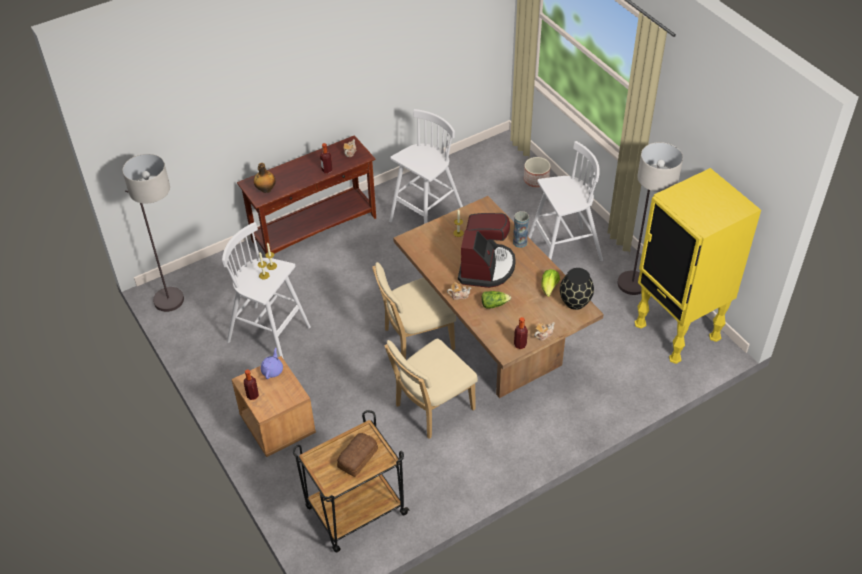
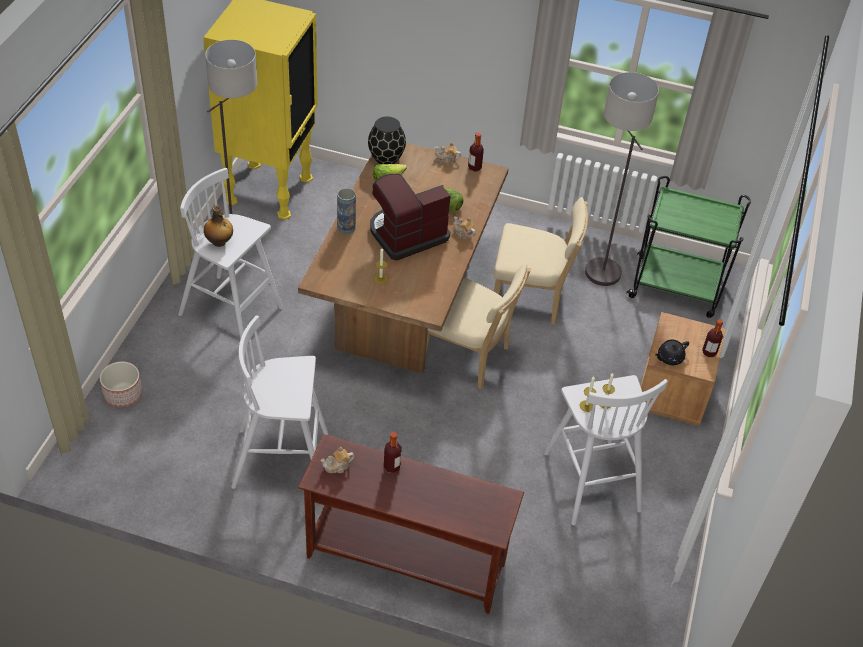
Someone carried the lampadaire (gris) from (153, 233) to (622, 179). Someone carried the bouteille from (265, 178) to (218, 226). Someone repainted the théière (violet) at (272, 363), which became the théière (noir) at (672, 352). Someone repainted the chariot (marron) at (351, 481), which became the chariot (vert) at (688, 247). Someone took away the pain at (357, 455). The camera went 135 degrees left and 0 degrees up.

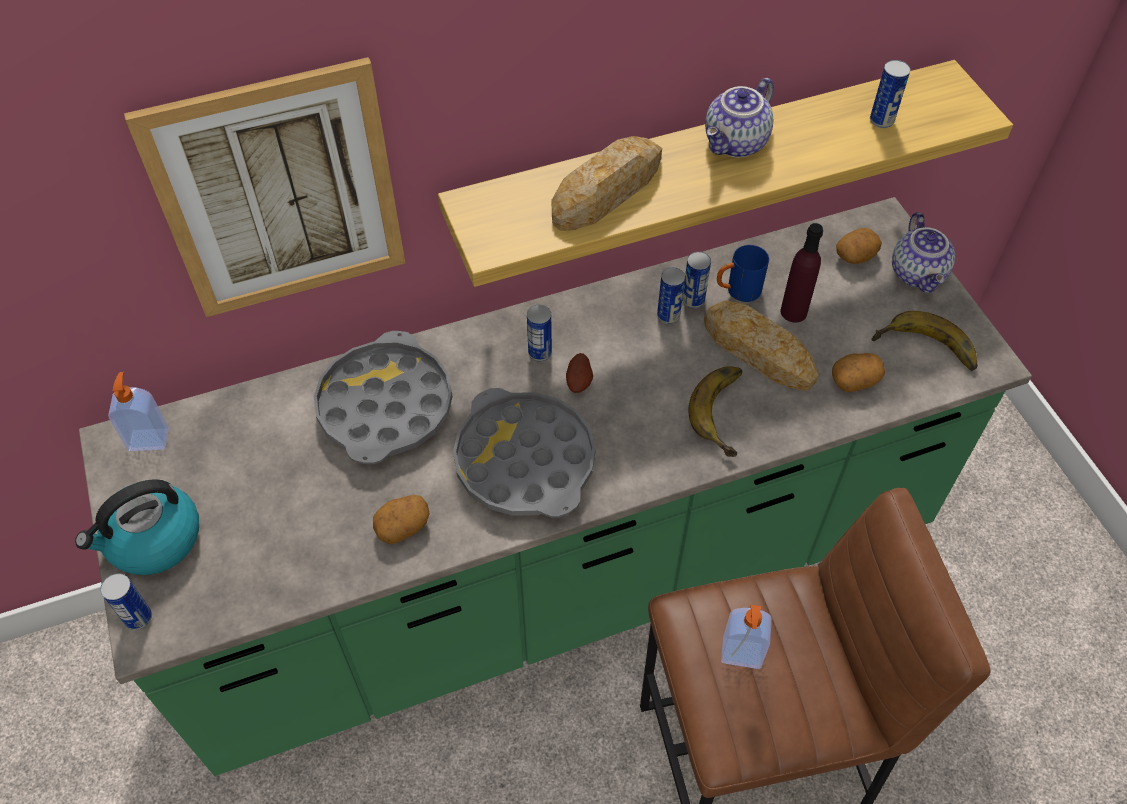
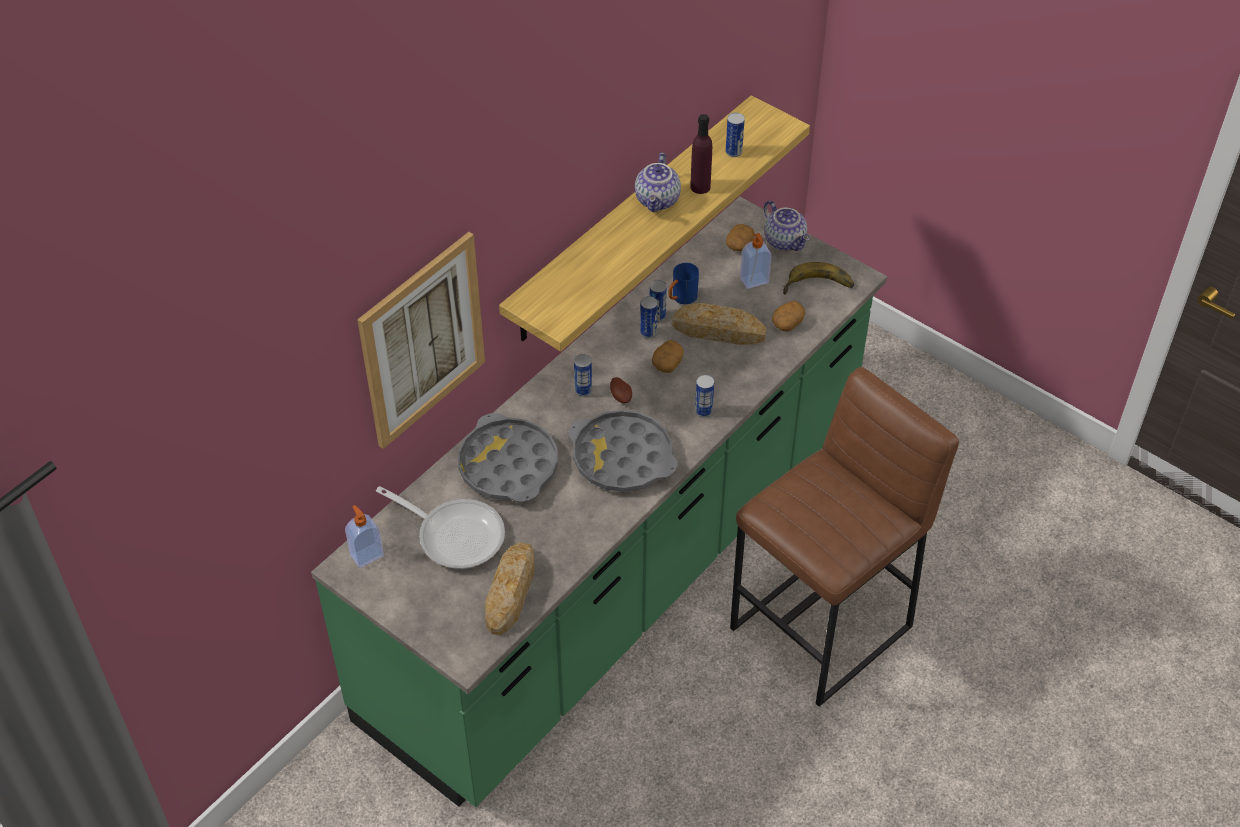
Someone carried the pain from (607, 183) to (510, 589). Someone carried the bouteille (violet) from (802, 273) to (701, 154). Someone took away the banane at (715, 411). Someone took away the bouilloire at (137, 527). Someone carried the pomme de terre from (401, 519) to (668, 356). Someone carried the boîte métallique from (126, 601) to (704, 396). Someone carried the distributeur de savon from (746, 637) to (755, 261). Someone put down the poêle at (440, 527). The camera went 30 degrees left and 5 degrees down.

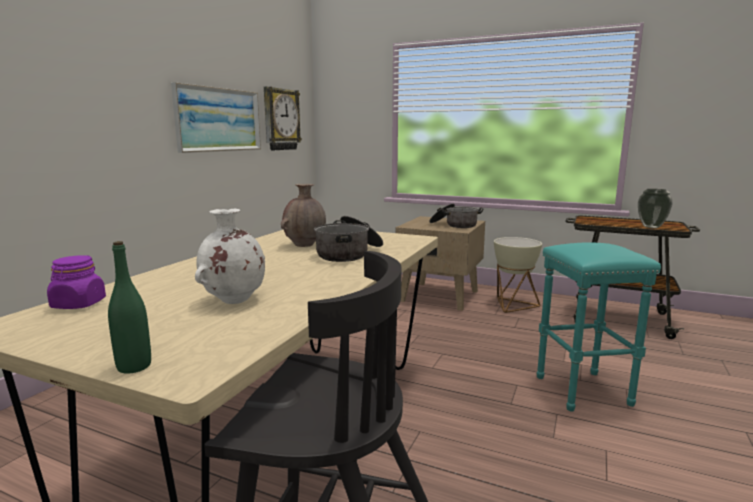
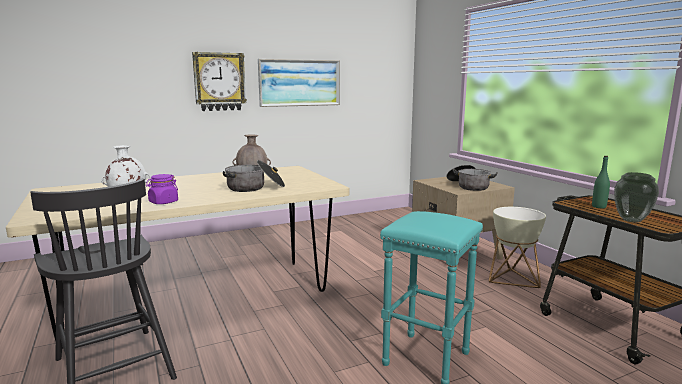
Someone carried the horloge murale from (283, 119) to (219, 81). Someone carried the bouteille (vert) from (129, 307) to (601, 182). Someone carried the bocal (violet) from (76, 282) to (162, 189). The camera went 40 degrees right and 0 degrees up.

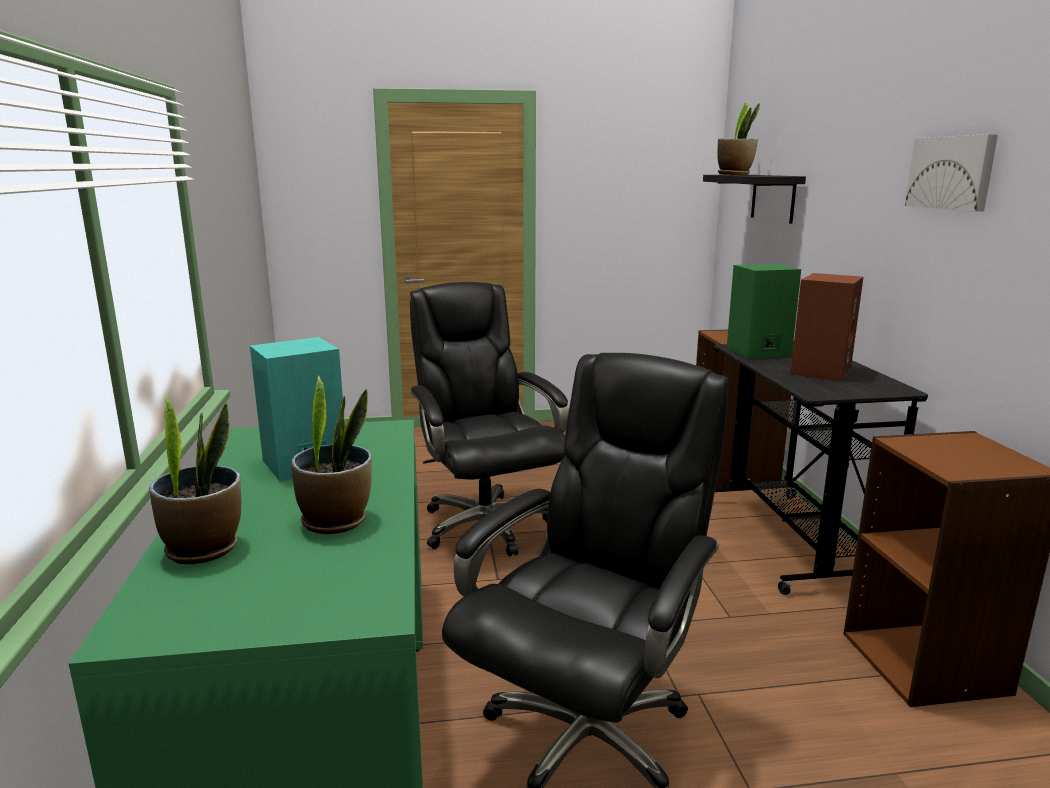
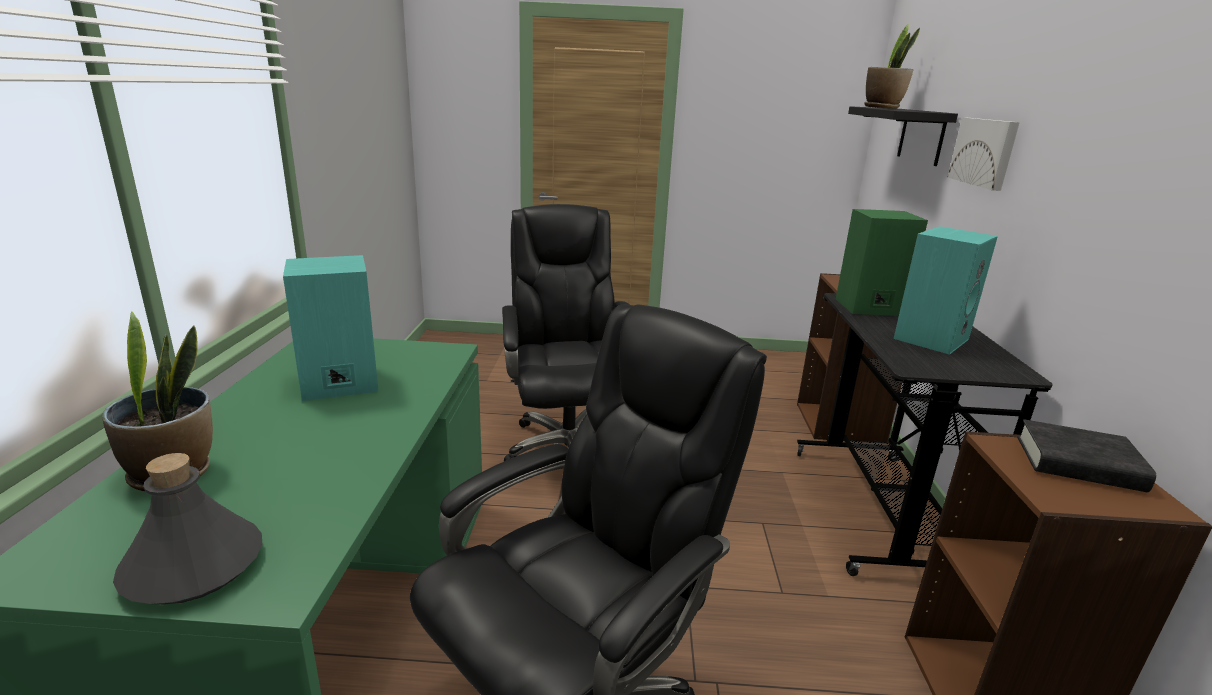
Someone carried the tableau from (951, 173) to (983, 154). Someone repainted the enceinte (marron) at (826, 327), which became the enceinte (turquoise) at (946, 290). Someone took away the plante en pot at (331, 454). Someone put down the livre (noir) at (1086, 455). Someone put down the bouteille (gris) at (187, 528). The camera went 10 degrees right and 5 degrees up.

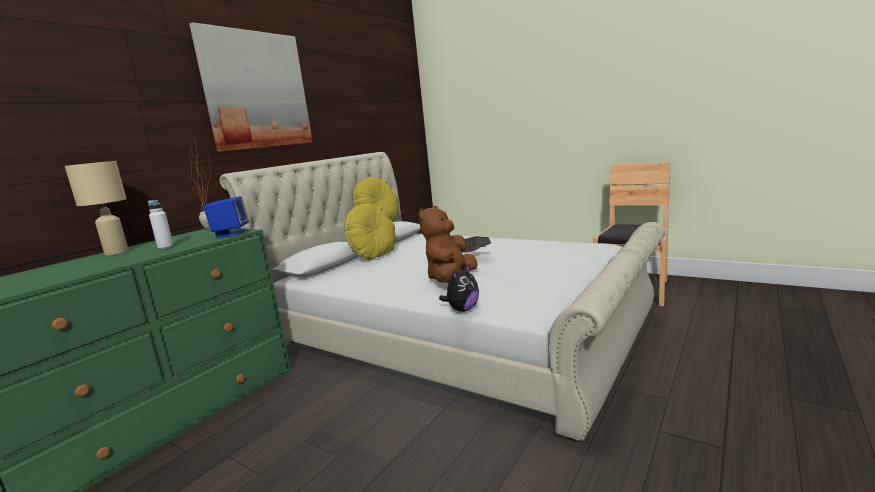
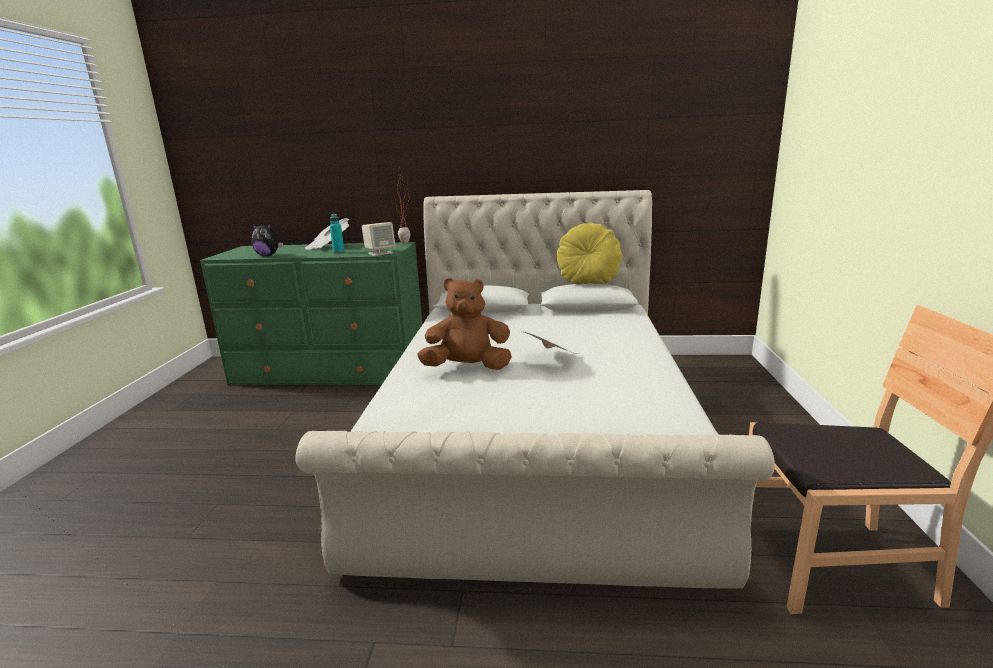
Someone took away the tableau at (251, 87). Someone swapped the lampe de table (beige) at (97, 208) for the journal at (327, 234). Someone repainted the enceinte (bleu) at (226, 217), which became the enceinte (beige) at (378, 239). Someone repainted the bouteille (blanc) at (161, 225), which became the bouteille (turquoise) at (337, 233). Someone took away the coussin (jaune) at (370, 232). Someone carried the peluche from (459, 288) to (267, 239). The camera went 60 degrees right and 5 degrees up.

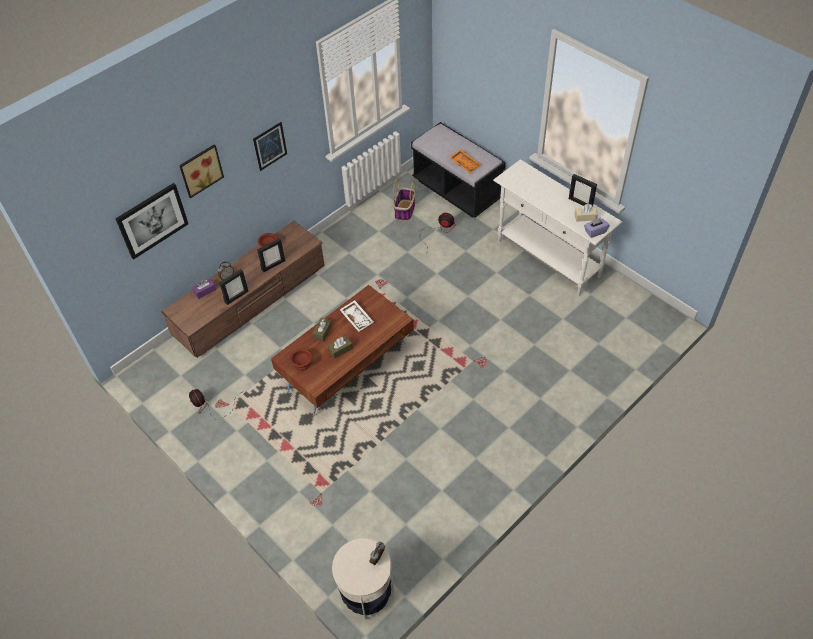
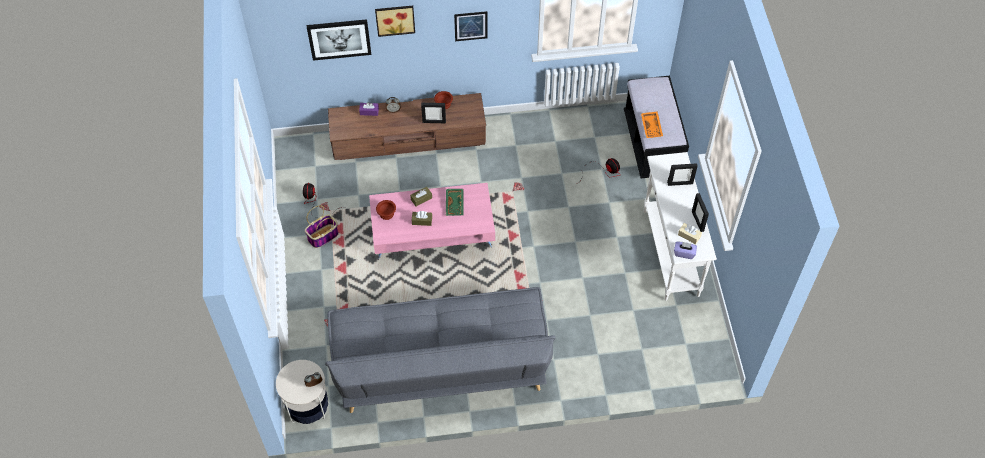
Someone carried the panier from (404, 199) to (322, 226). Someone carried the cadre photo from (234, 287) to (682, 174). Someone repainted the table basse (marron) at (342, 351), which became the table basse (rose) at (432, 221). Someone repainted the plateau (blanc) at (357, 316), which became the plateau (vert) at (454, 202). Someone put down the canapé (gris) at (440, 350). The camera went 35 degrees right and 5 degrees up.

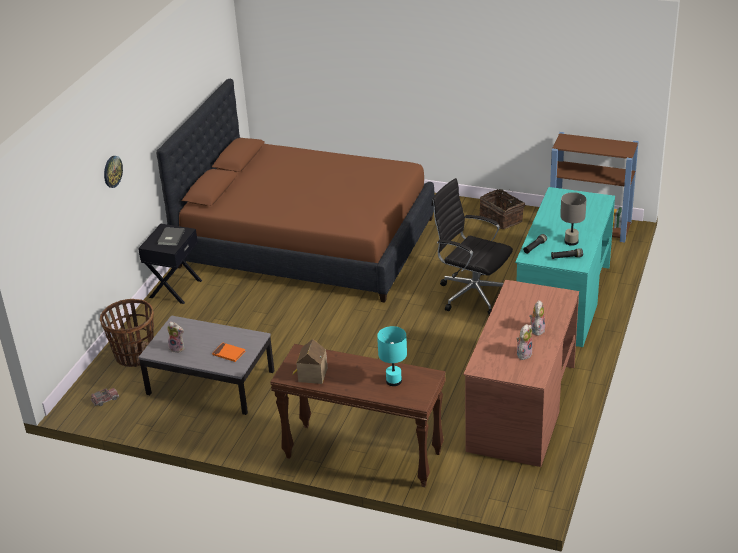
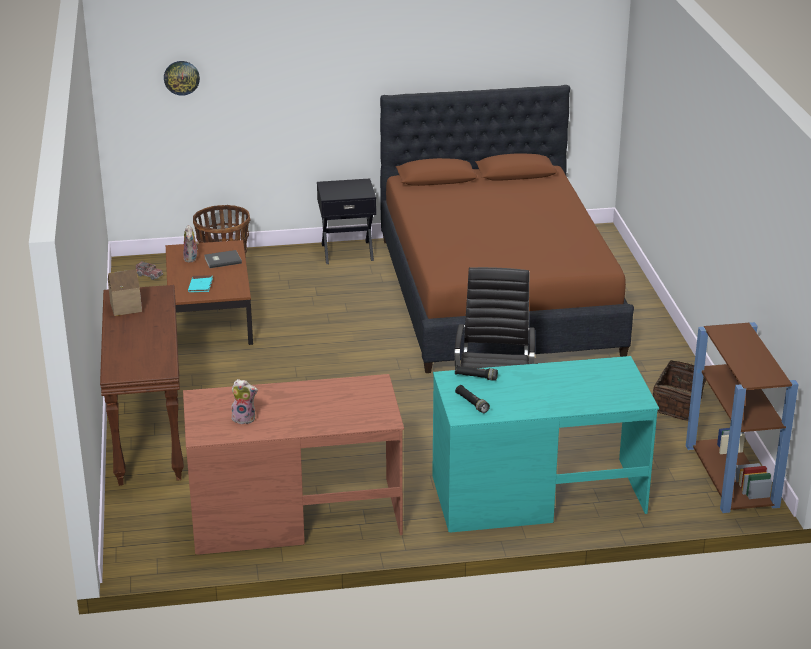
Someone carried the horloge murale from (113, 172) to (182, 78). Someone took away the lampe de table (gris) at (573, 219). Someone carried the livre (gris) from (171, 236) to (223, 259). Someone took away the peluche at (537, 318). Someone repainted the table basse (gris) at (206, 365), which became the table basse (marron) at (209, 292). Someone took away the lampe de table (turquoise) at (392, 356). Someone repainted the livre (orange) at (229, 352), which became the livre (turquoise) at (200, 283). The camera went 60 degrees right and 5 degrees down.

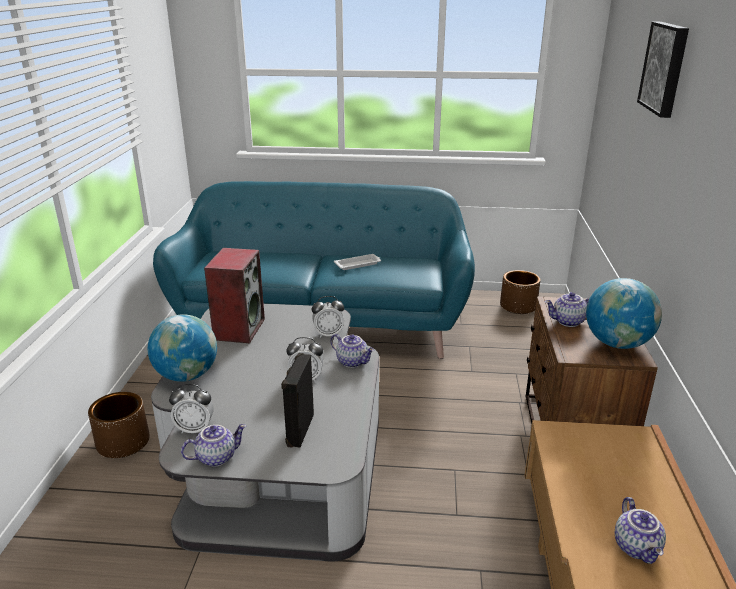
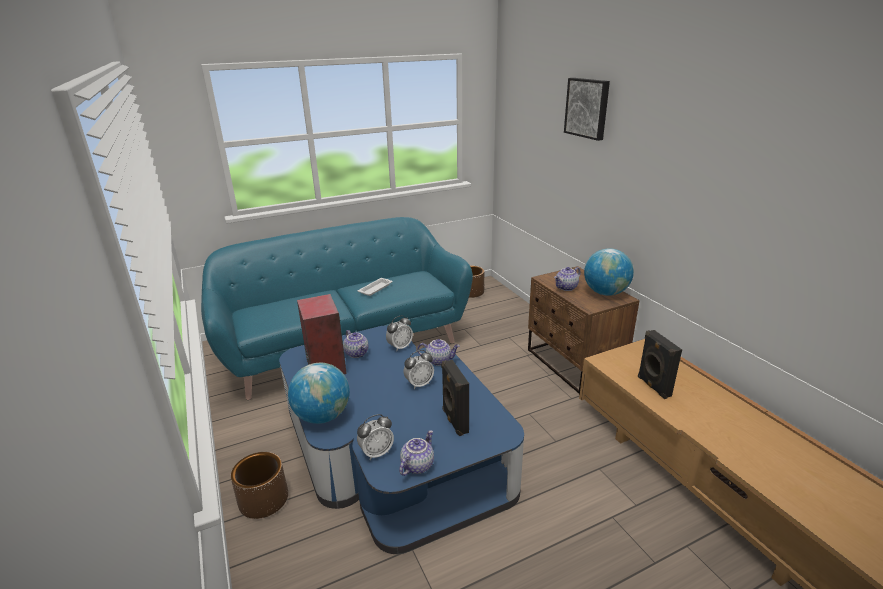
Someone repainted the table basse (gris) at (265, 433), which became the table basse (bleu) at (401, 439). Someone carried the théière from (640, 530) to (356, 344). Someone put down the enceinte (noir) at (660, 364). The camera went 30 degrees left and 0 degrees up.

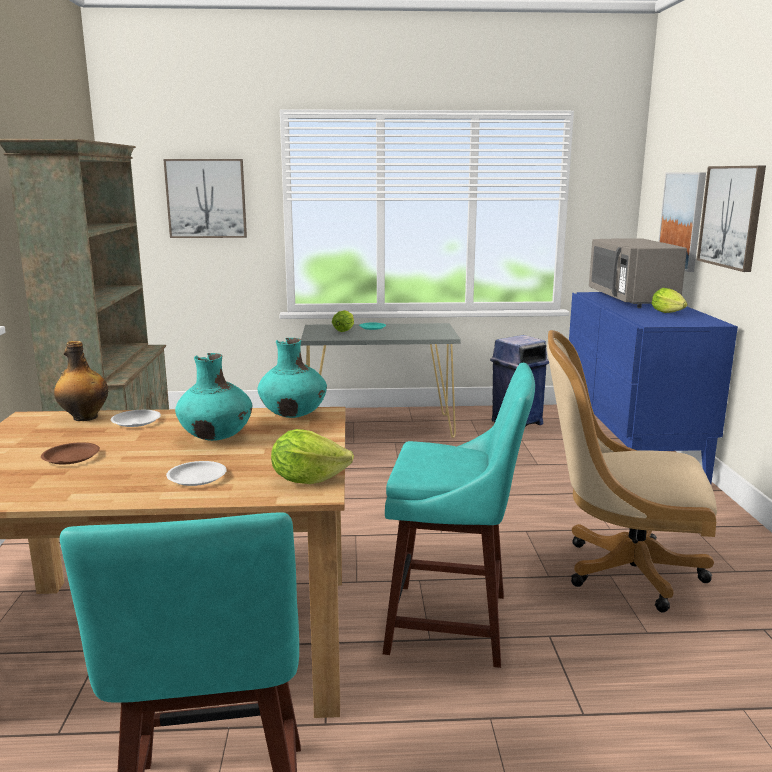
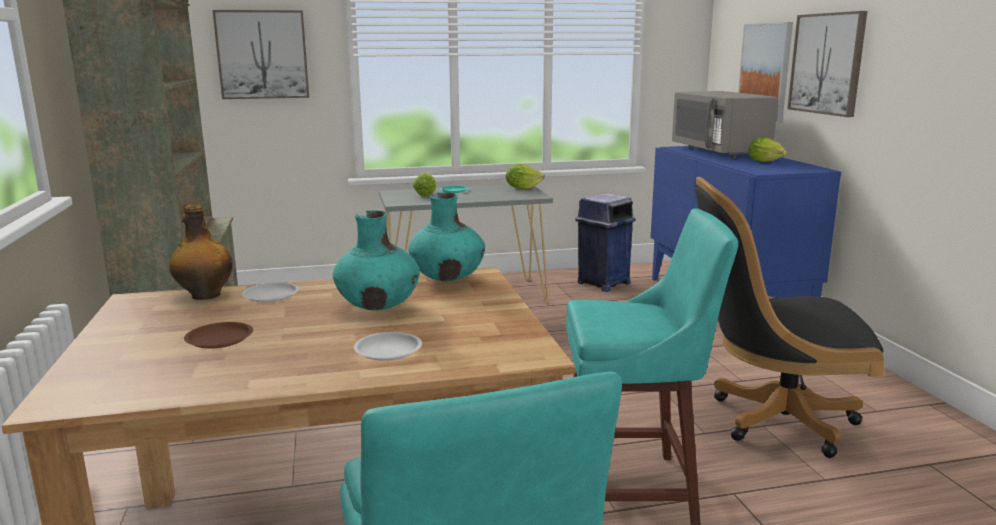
Someone repainted the chaise de bureau (beige) at (632, 471), which became the chaise de bureau (noir) at (789, 317). Someone carried the laitue from (312, 456) to (525, 176). The camera went 10 degrees left and 0 degrees up.

